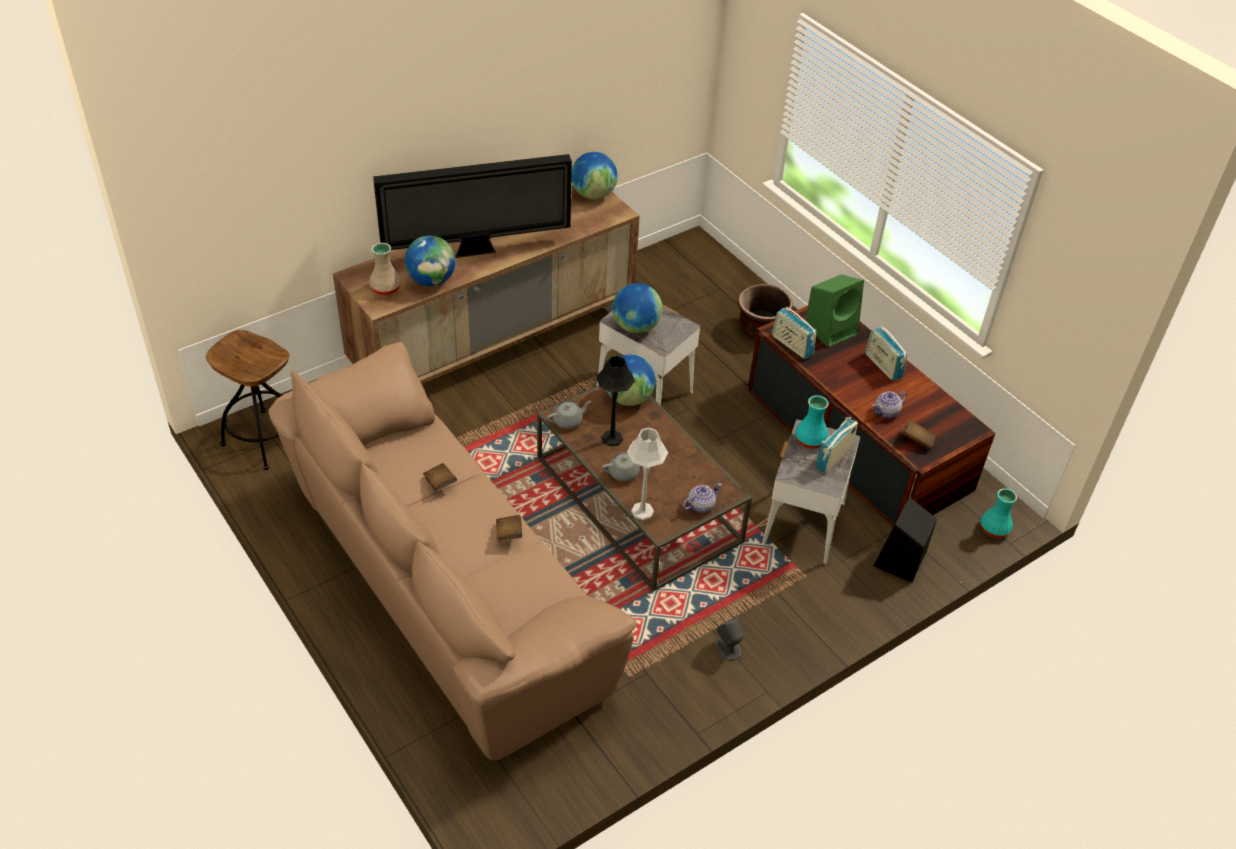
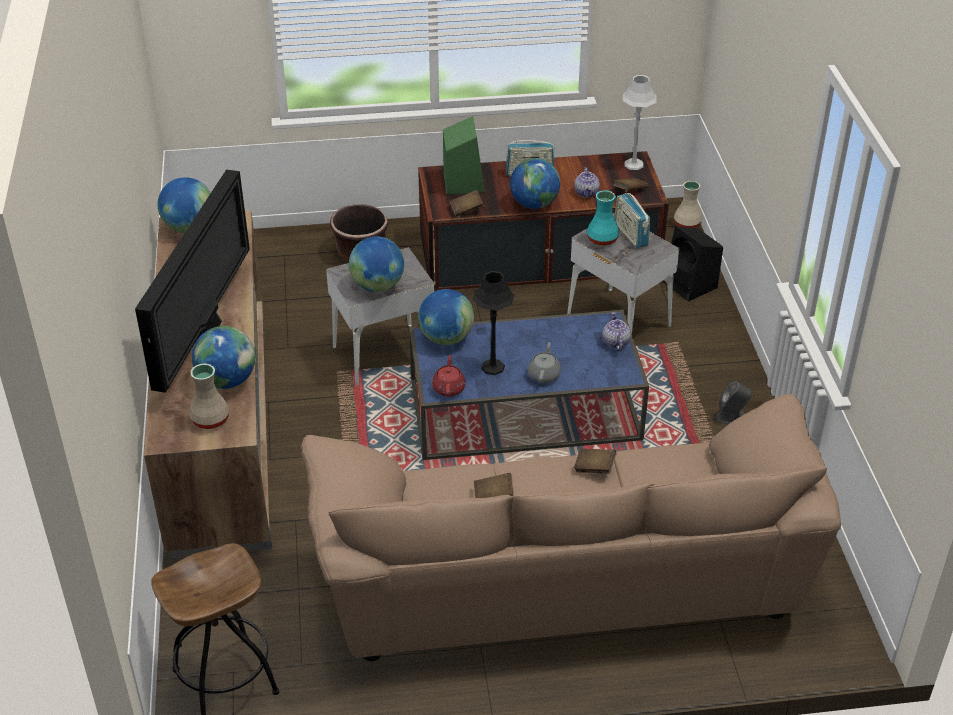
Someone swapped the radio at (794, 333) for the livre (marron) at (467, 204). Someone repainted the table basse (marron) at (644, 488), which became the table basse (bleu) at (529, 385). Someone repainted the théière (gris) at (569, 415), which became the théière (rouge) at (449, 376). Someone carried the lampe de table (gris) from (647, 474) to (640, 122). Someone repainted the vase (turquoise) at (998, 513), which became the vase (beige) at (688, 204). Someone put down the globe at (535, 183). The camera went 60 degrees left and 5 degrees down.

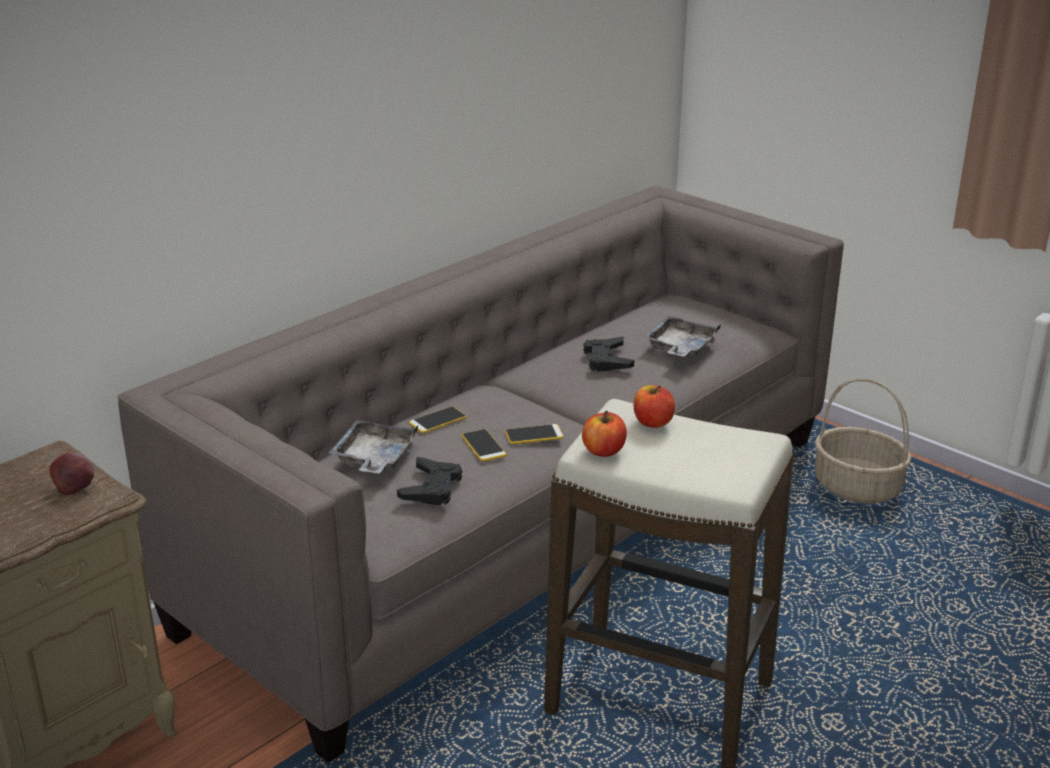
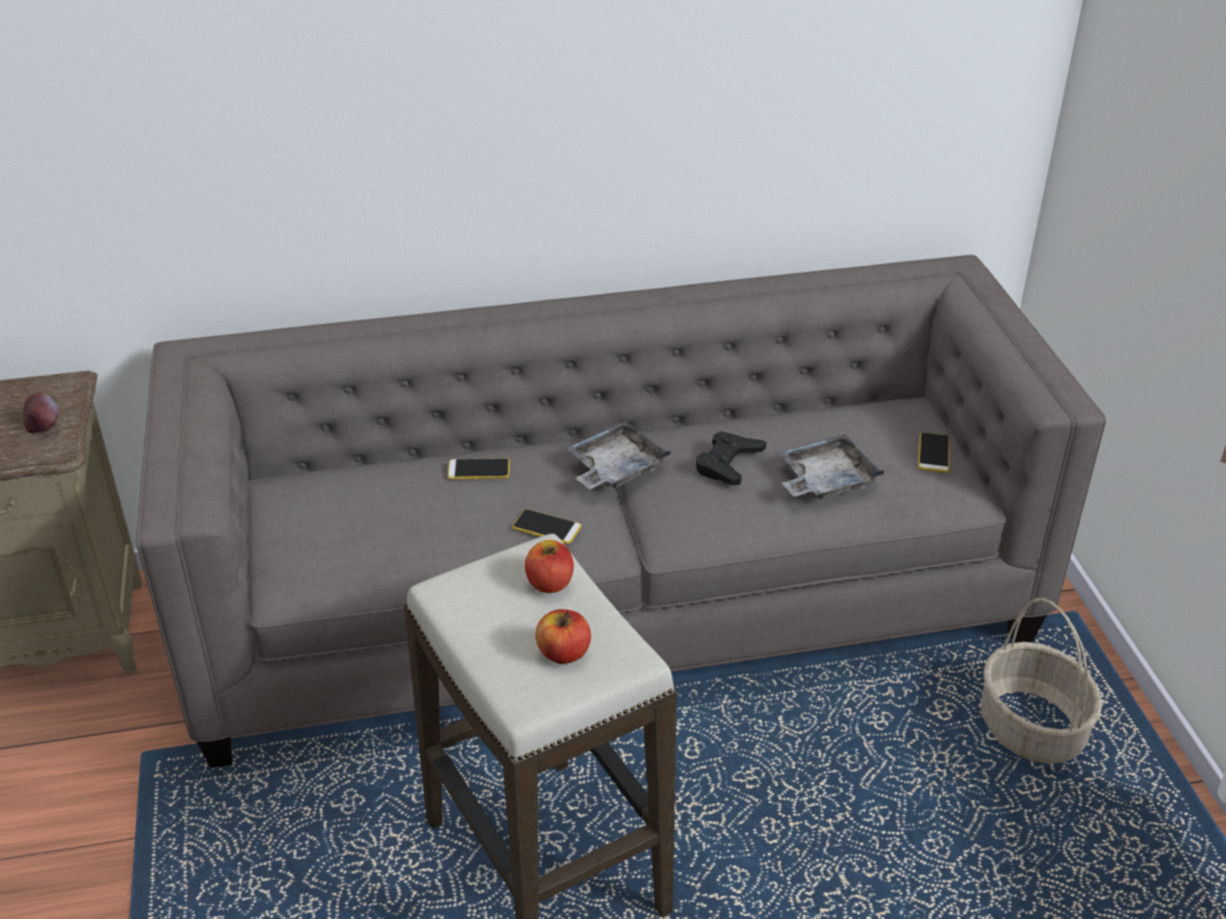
Someone carried the pomme from (604, 434) to (563, 636). Someone carried the plateau (gris) from (373, 446) to (618, 455). Someone carried the téléphone from (484, 445) to (934, 452). Someone took away the manette (noir) at (429, 481). The camera went 35 degrees right and 10 degrees up.

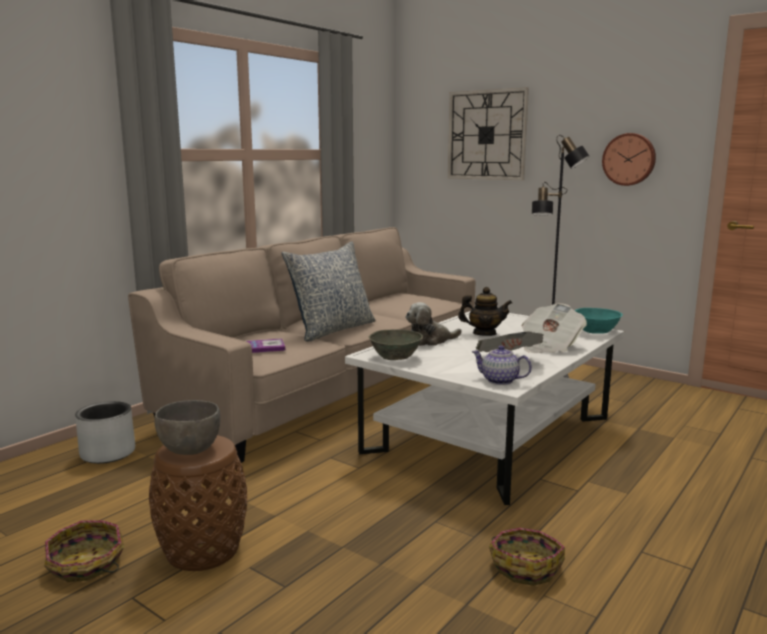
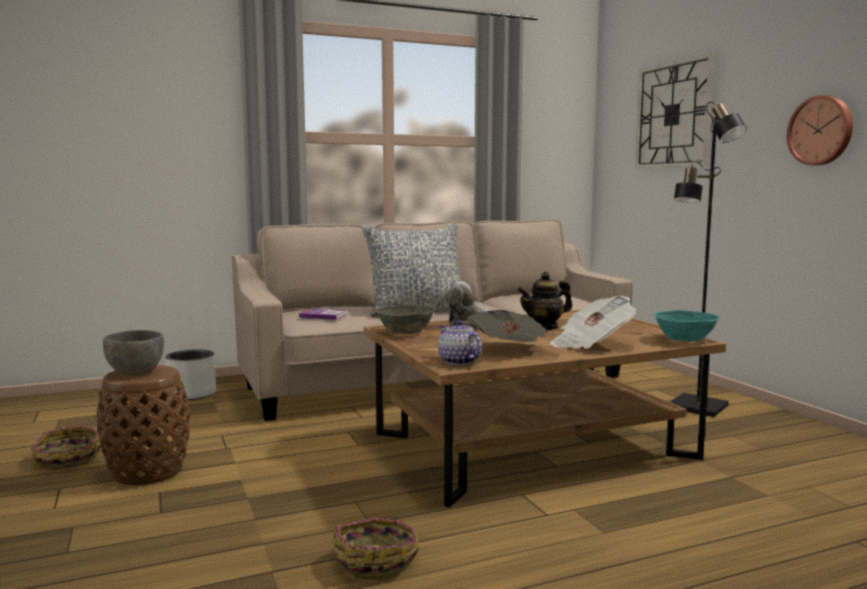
Someone rotated the théière at (485, 311) by 120 degrees clockwise. Someone repainted the table basse (blanc) at (484, 408), which became the table basse (marron) at (545, 408). The camera went 30 degrees right and 5 degrees down.

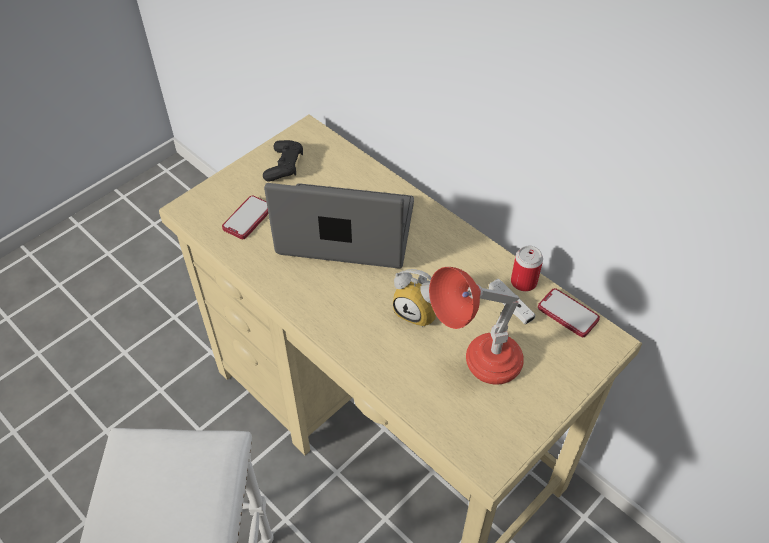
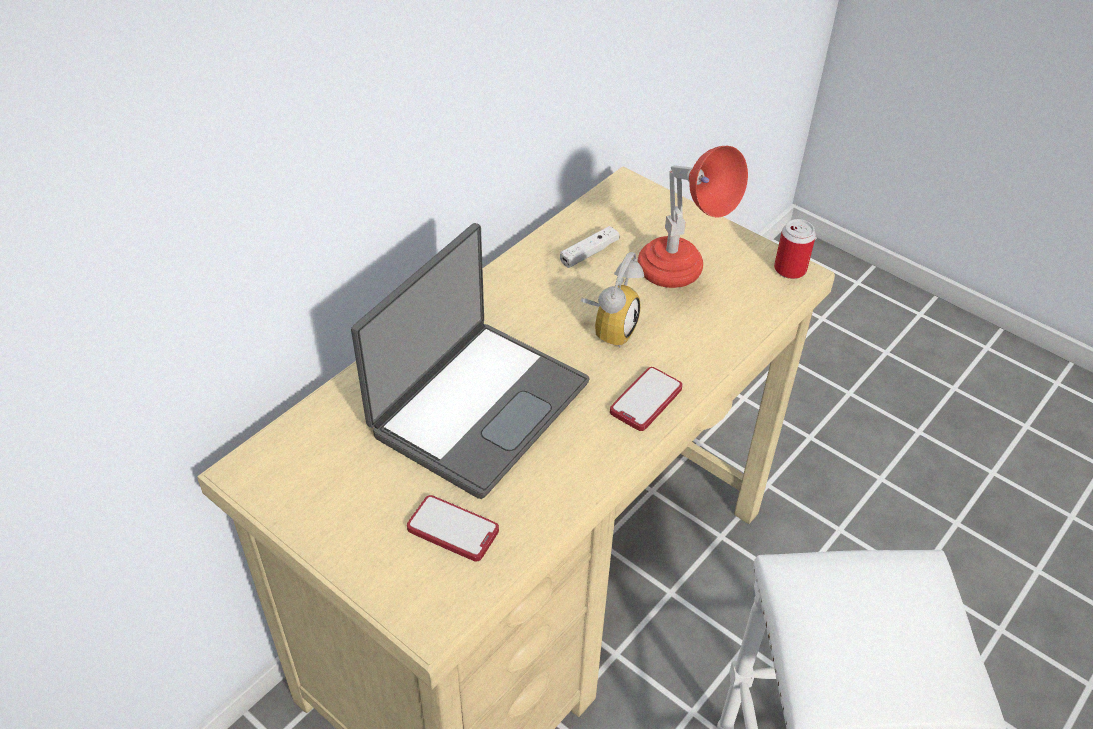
Someone took away the manette (noir) at (283, 161). Someone rotated the ordinateur portable at (339, 226) by 150 degrees counterclockwise. Someone carried the boîte métallique from (527, 269) to (795, 249). Someone carried the téléphone from (569, 312) to (646, 399). The camera went 95 degrees left and 5 degrees down.

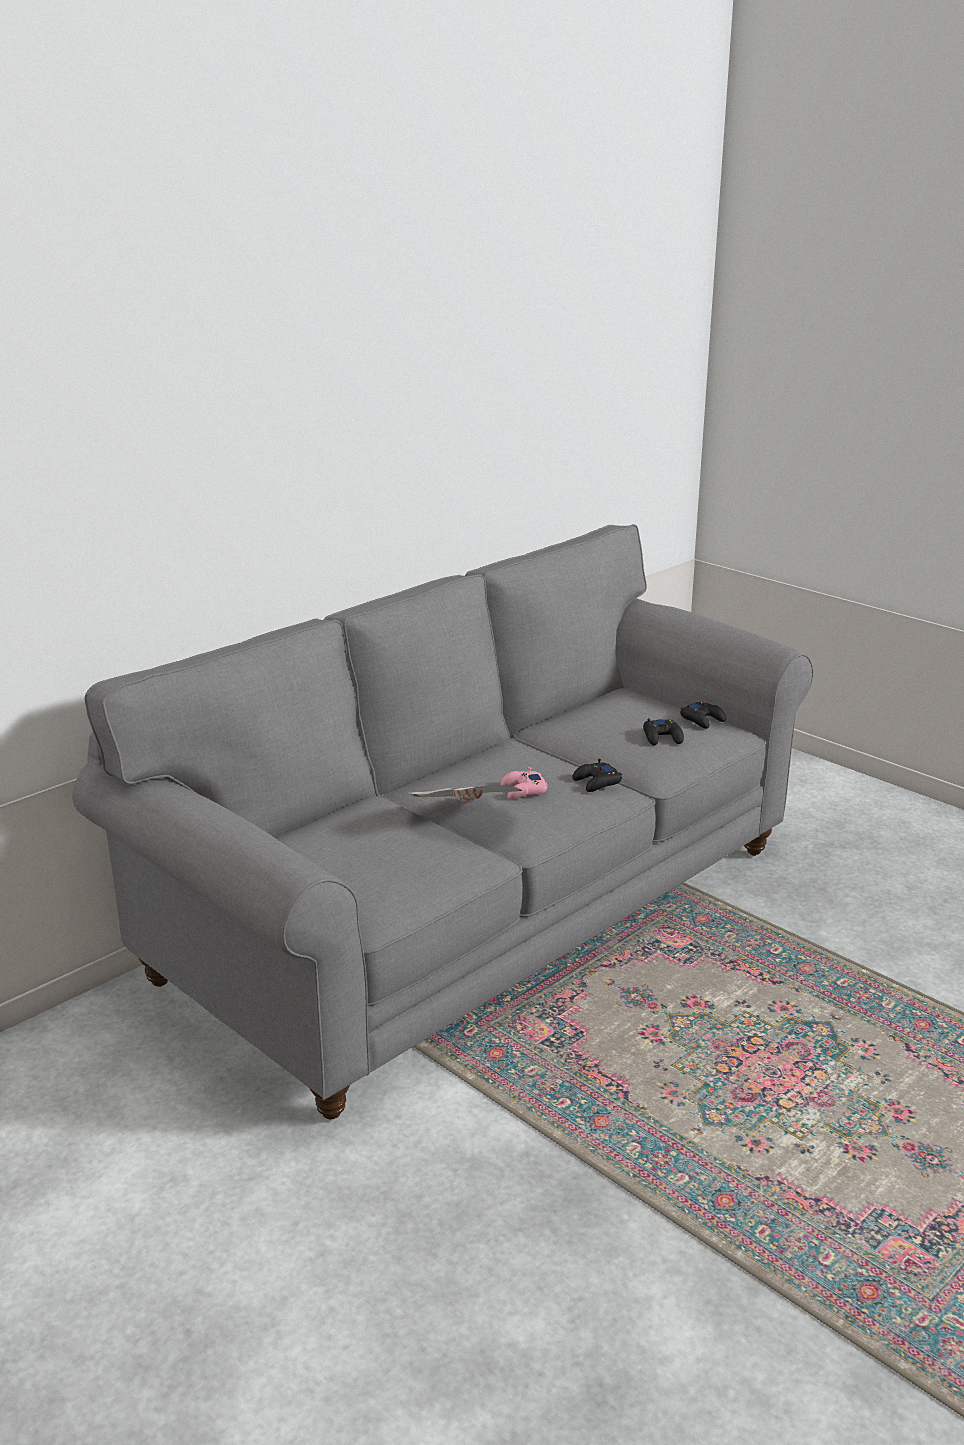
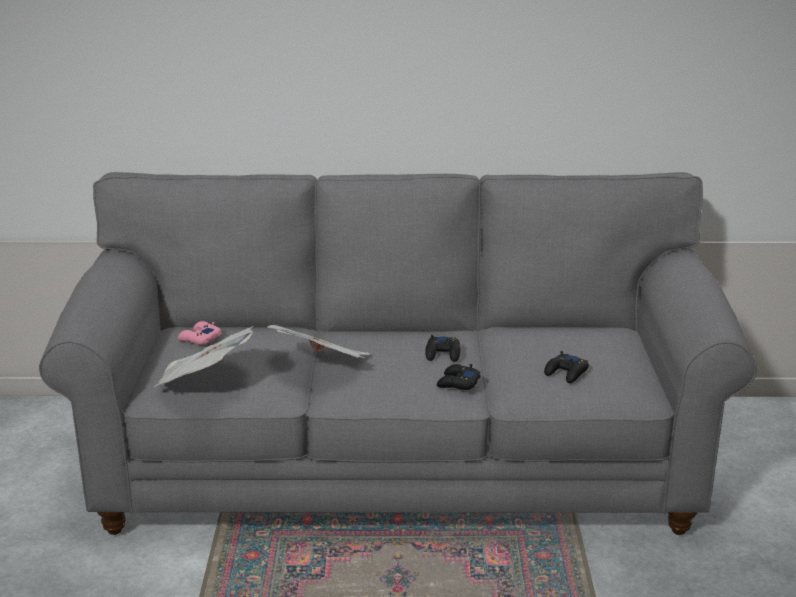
Someone carried the manette (noir) from (703, 715) to (442, 348). Someone carried the manette (rose) from (524, 783) to (199, 333). Someone put down the journal at (203, 356). The camera went 45 degrees right and 0 degrees up.

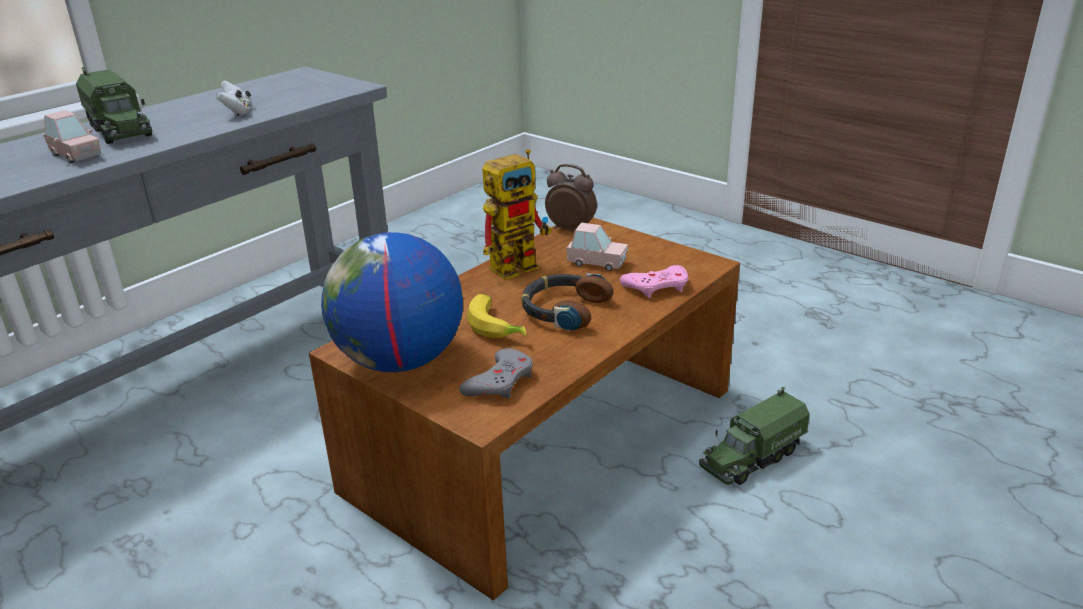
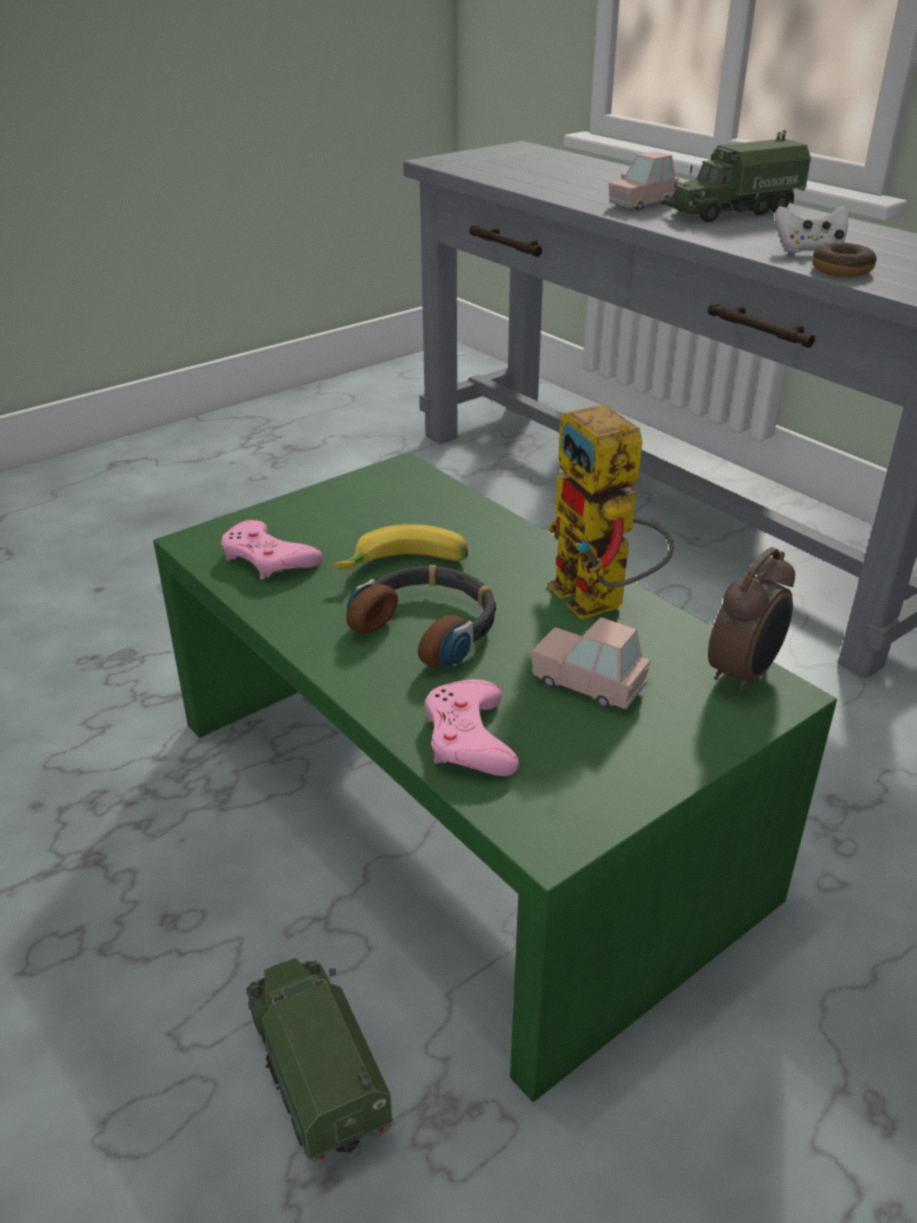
Someone repainted the table basse (marron) at (524, 409), which became the table basse (vert) at (495, 777). Someone rotated the petite voiture (rose) at (597, 247) by 90 degrees clockwise. Someone took away the globe at (392, 302). Someone repainted the manette (gris) at (496, 373), which became the manette (rose) at (271, 550). Someone put down the beignet at (844, 259). The camera went 100 degrees right and 5 degrees up.

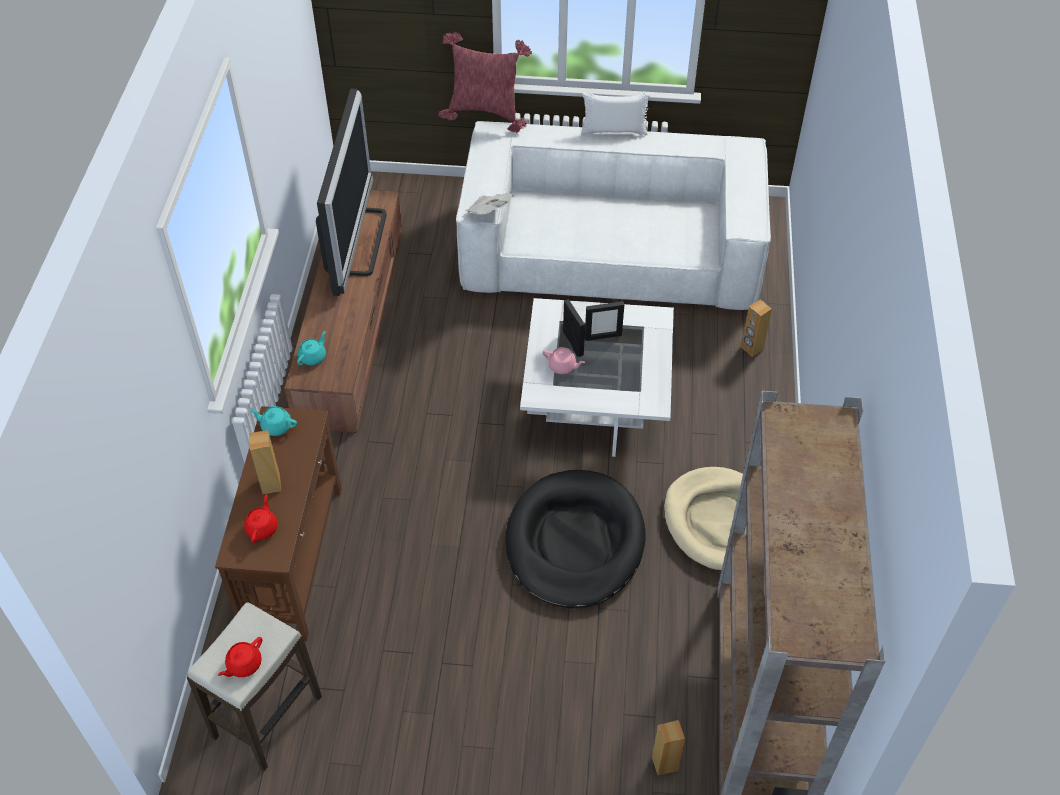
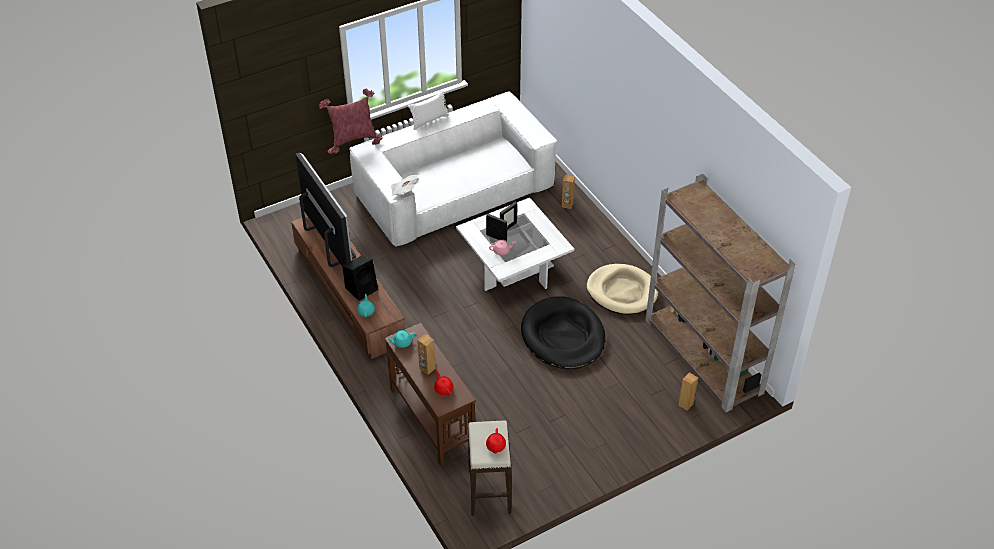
Someone put down the enceinte (noir) at (360, 278). The camera went 35 degrees left and 5 degrees down.

